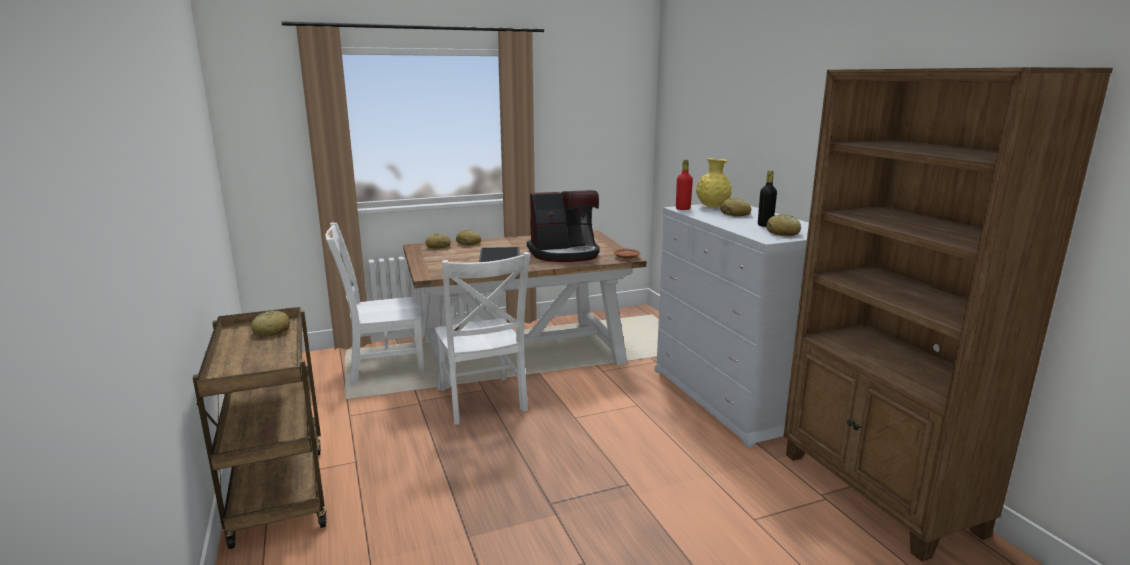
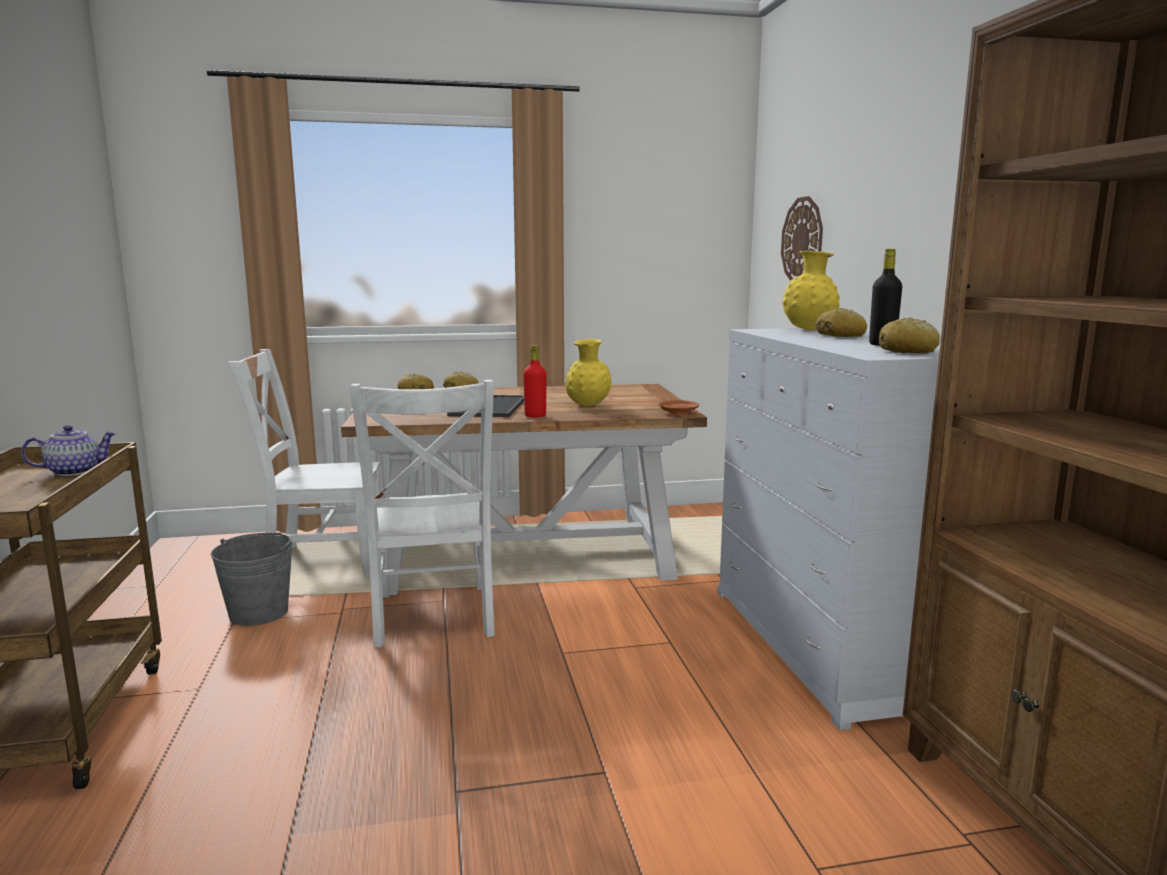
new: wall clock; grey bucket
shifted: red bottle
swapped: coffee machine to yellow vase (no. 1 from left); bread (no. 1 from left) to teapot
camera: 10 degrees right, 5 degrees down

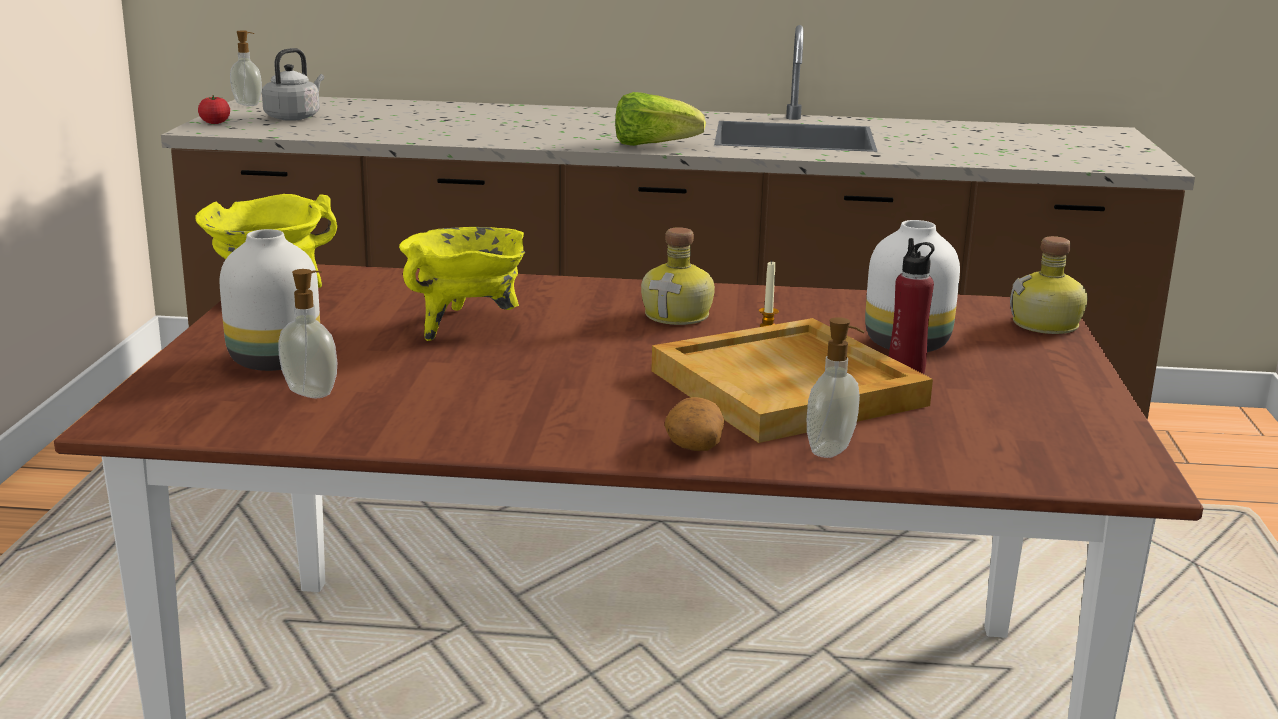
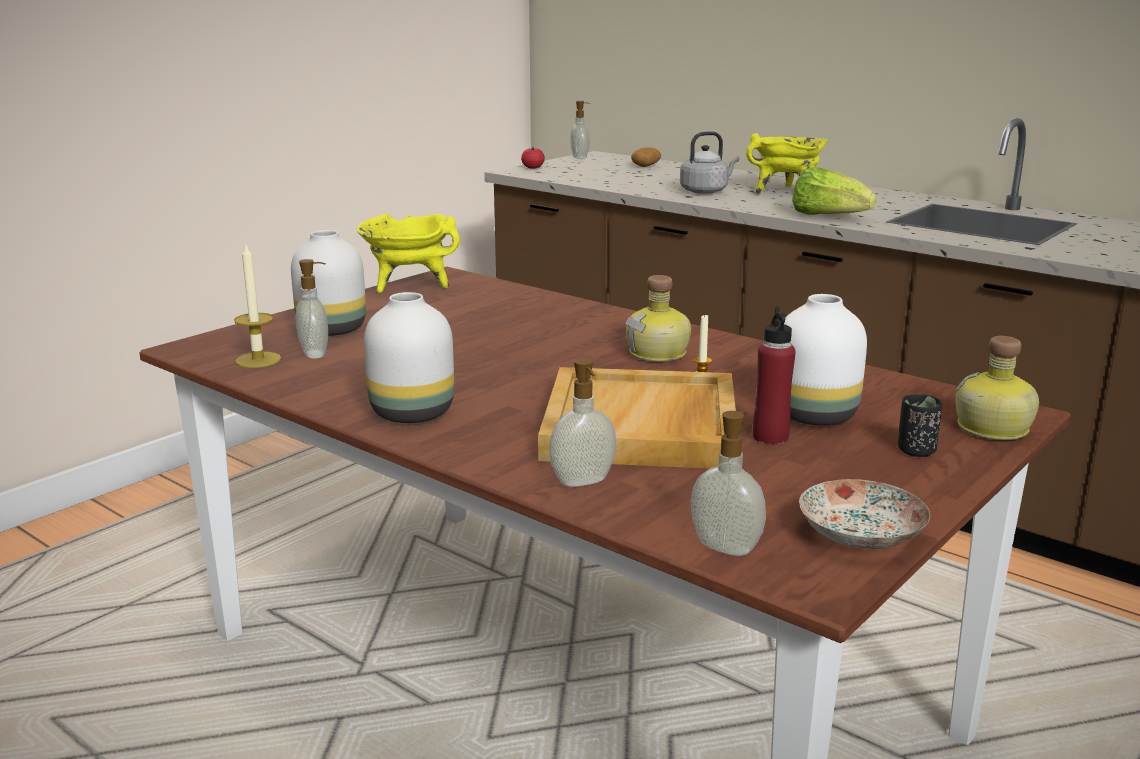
new: candle (no. 1 from left); white vase (no. 2 from left); black cup; soap dispenser (no. 4 from left); plate
shifted: grey kettle; yellow cooking pot (no. 2 from left); potato
camera: 35 degrees right, 0 degrees up

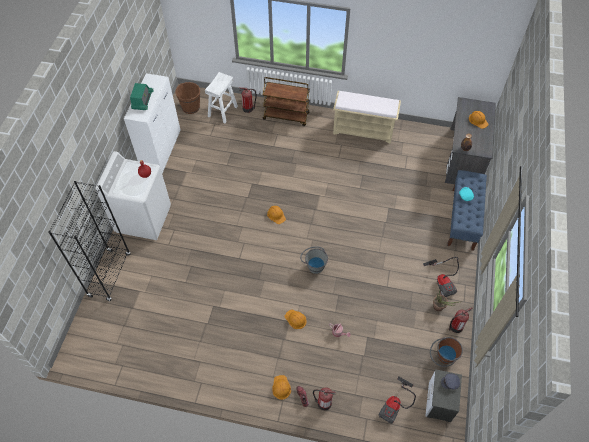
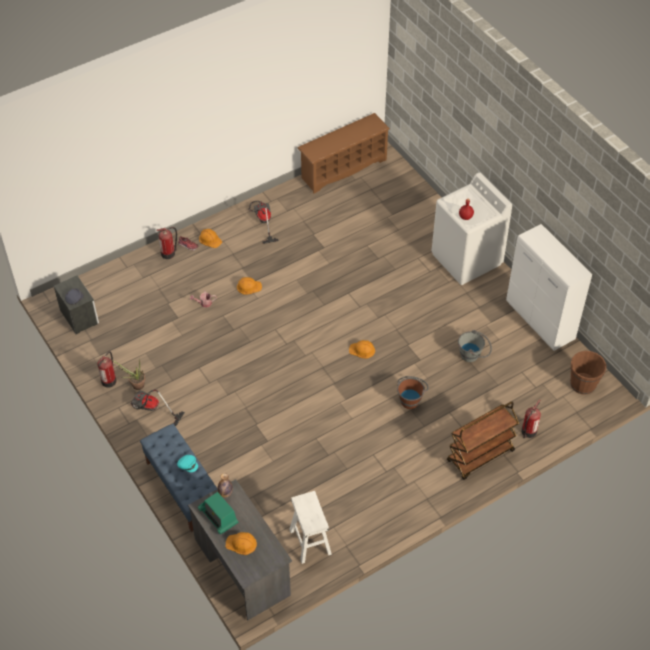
gone: beige bench; black bookcase
new: brown shoe rack
shifted: white stool; radio; grey bucket; brown bucket (no. 2 from left in the first image) to brown bucket (no. 1 from left); vacuum cleaner (no. 1 from left in the first image) to vacuum cleaner (no. 2 from left)
camera: 135 degrees right, 5 degrees down

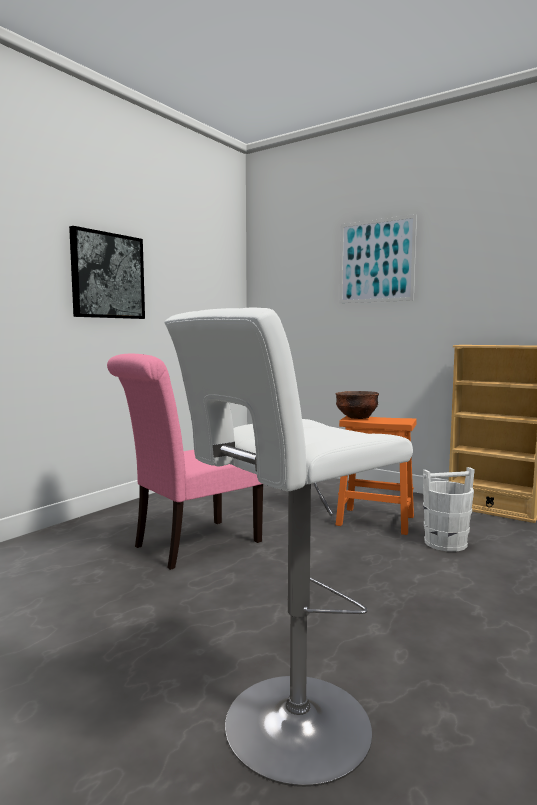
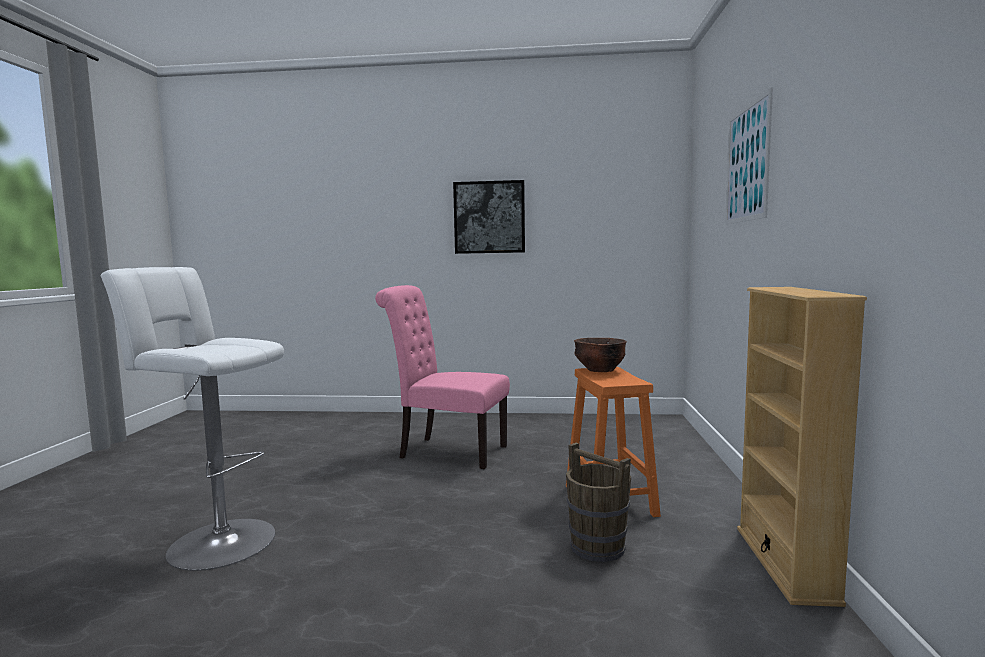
repainted: white bucket to brown bucket
camera: 60 degrees right, 0 degrees up

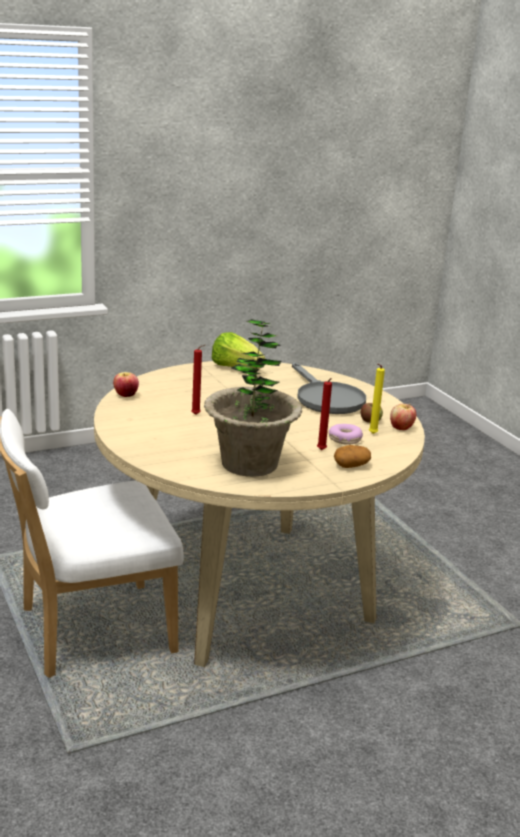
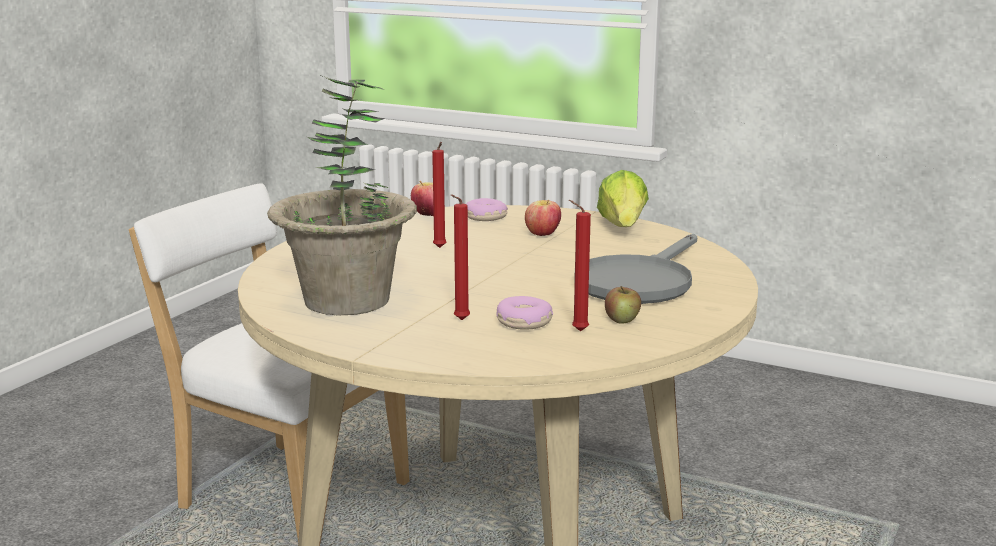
gone: potato
new: donut (no. 1 from left)
shifted: apple (no. 3 from left in the first image) to apple (no. 2 from left)
repainted: yellow candle to red candle (no. 3 from left)
camera: 55 degrees right, 5 degrees down

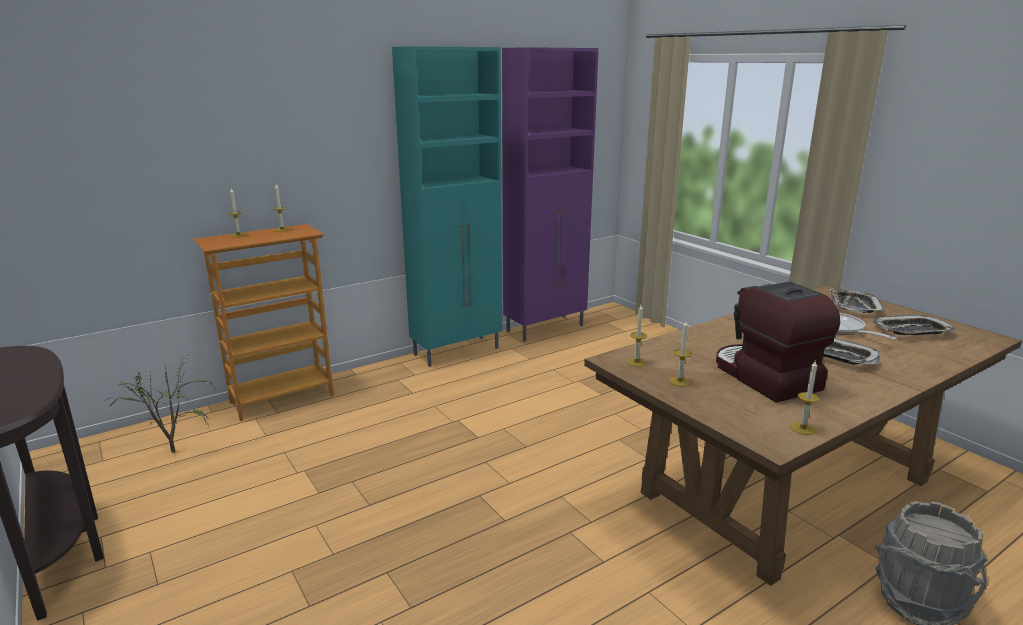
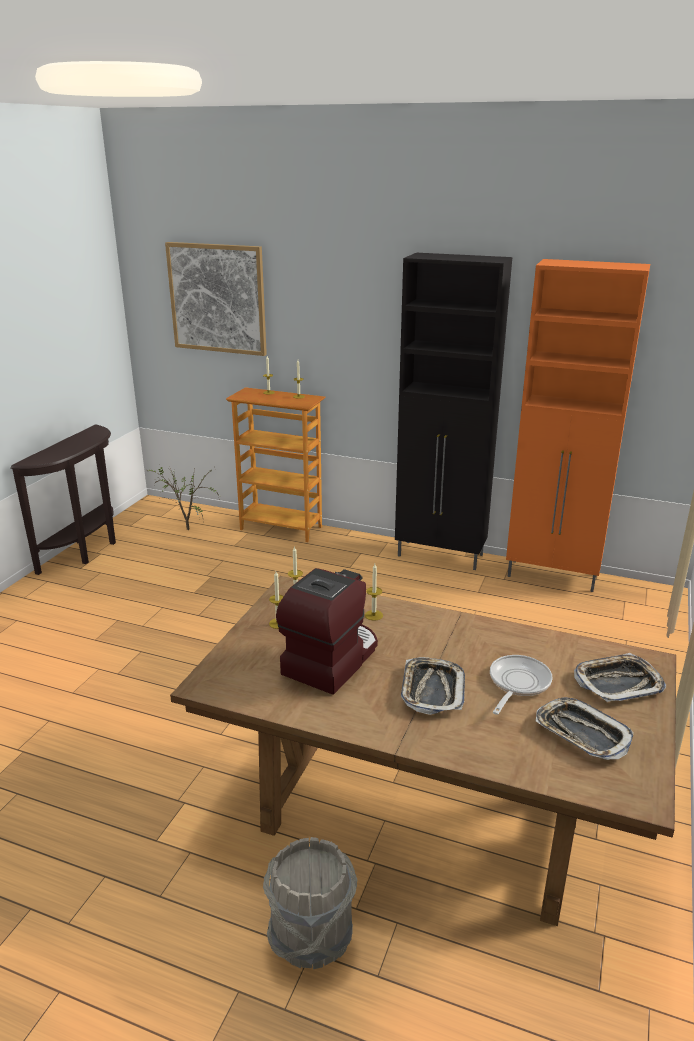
new: picture
shifted: candle (no. 5 from left)
repainted: turquoise cabinet to black cabinet; purple cabinet to orange cabinet
camera: 55 degrees right, 5 degrees up

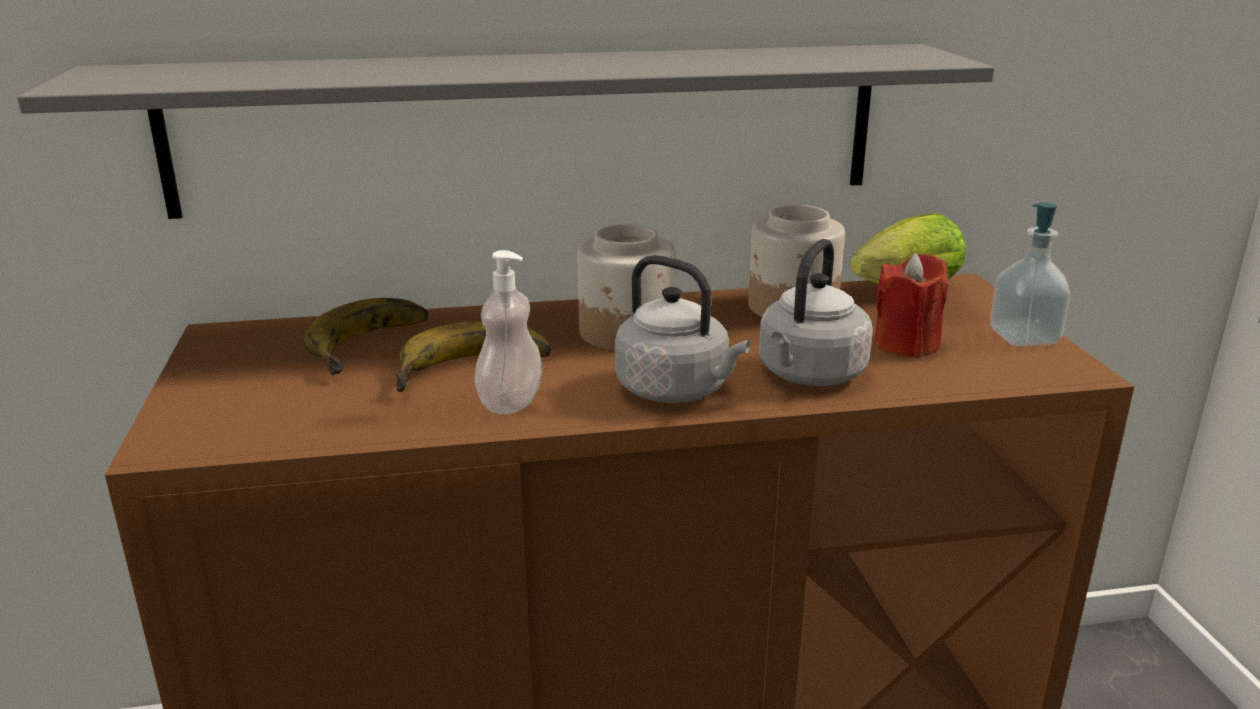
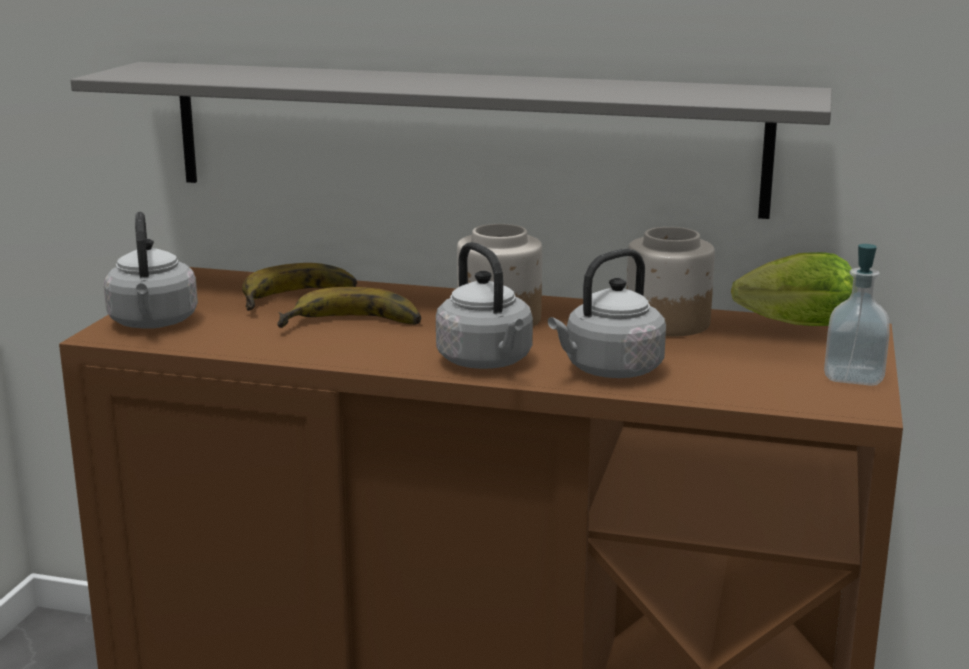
gone: soap dispenser (no. 1 from left); red candle
new: grey kettle (no. 1 from left)
camera: 25 degrees right, 5 degrees down

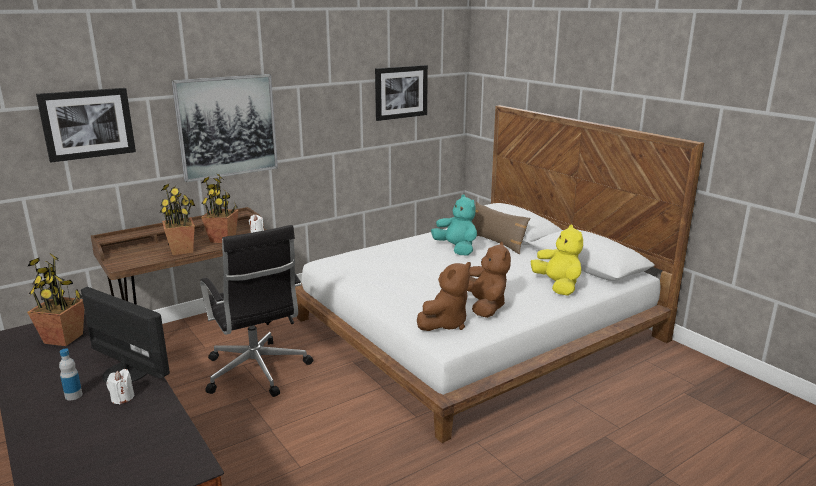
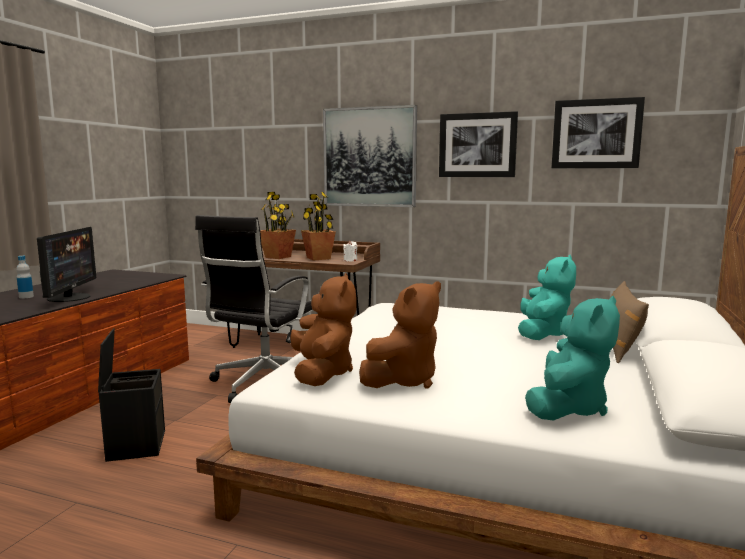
gone: potted plant (no. 1 from left); white candle (no. 1 from left)
new: black storage box
shifted: picture (no. 1 from left in the first image) to picture (no. 2 from left)
repainted: yellow plush toy to turquoise plush toy (no. 2 from left)
rotated: brown plush toy (no. 1 from left) 105 degrees counterclockwise
camera: 55 degrees right, 10 degrees down

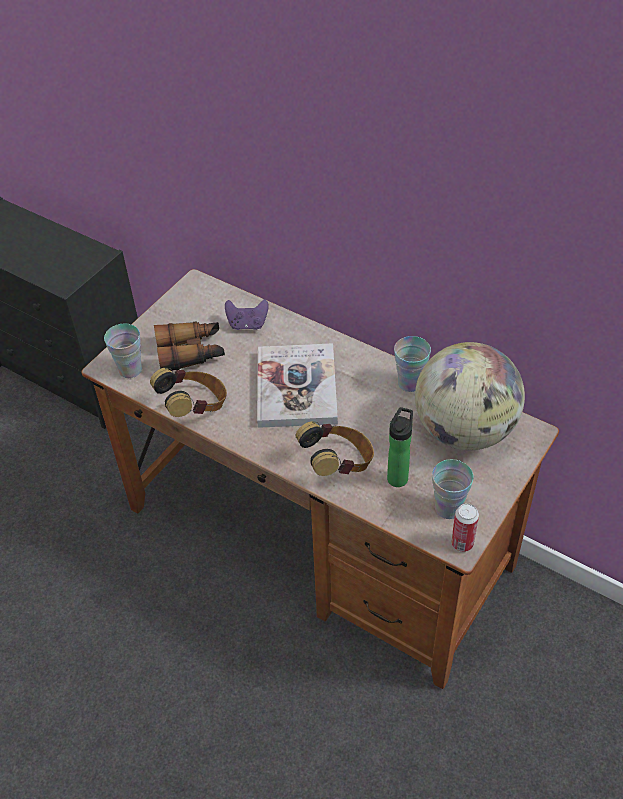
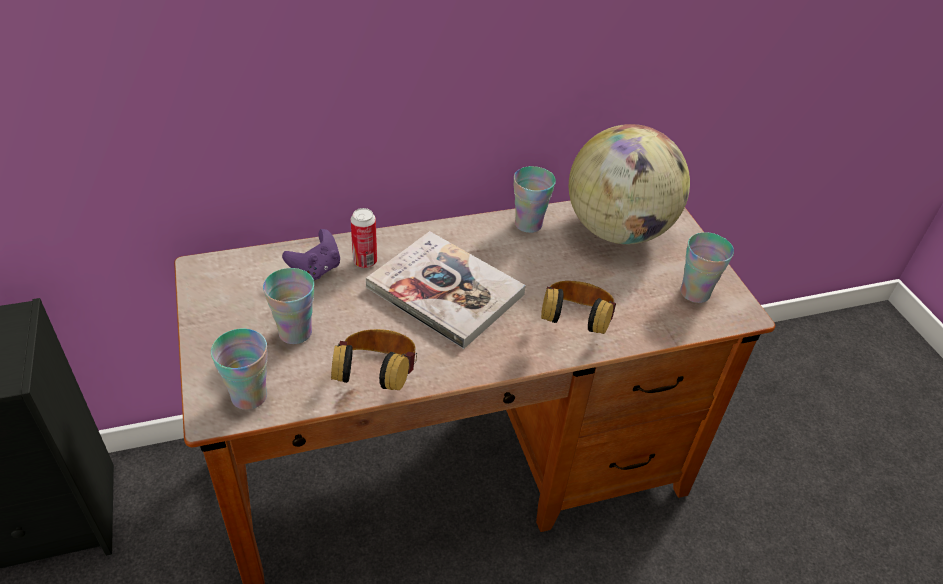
gone: bottle
shifted: can
swapped: binoculars to cup (no. 2 from left)
camera: 55 degrees left, 5 degrees down

